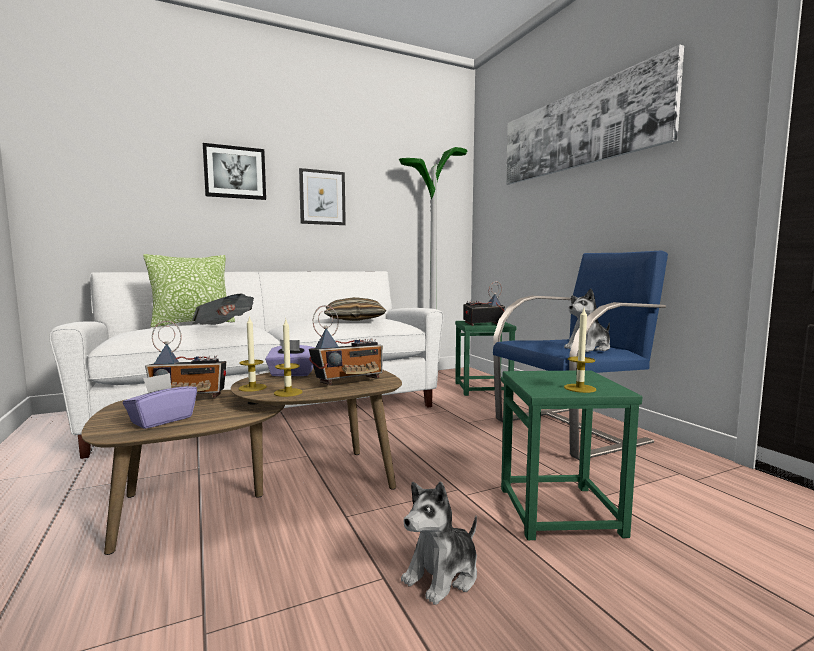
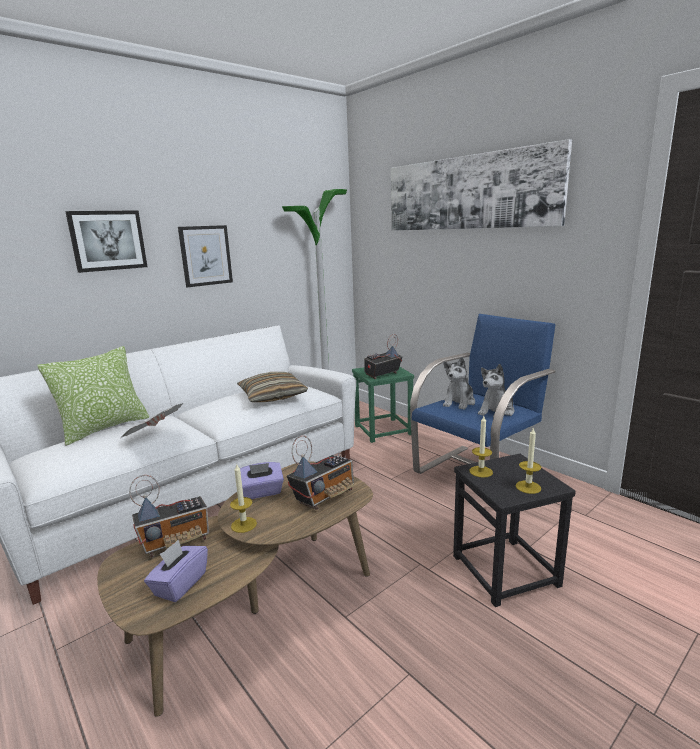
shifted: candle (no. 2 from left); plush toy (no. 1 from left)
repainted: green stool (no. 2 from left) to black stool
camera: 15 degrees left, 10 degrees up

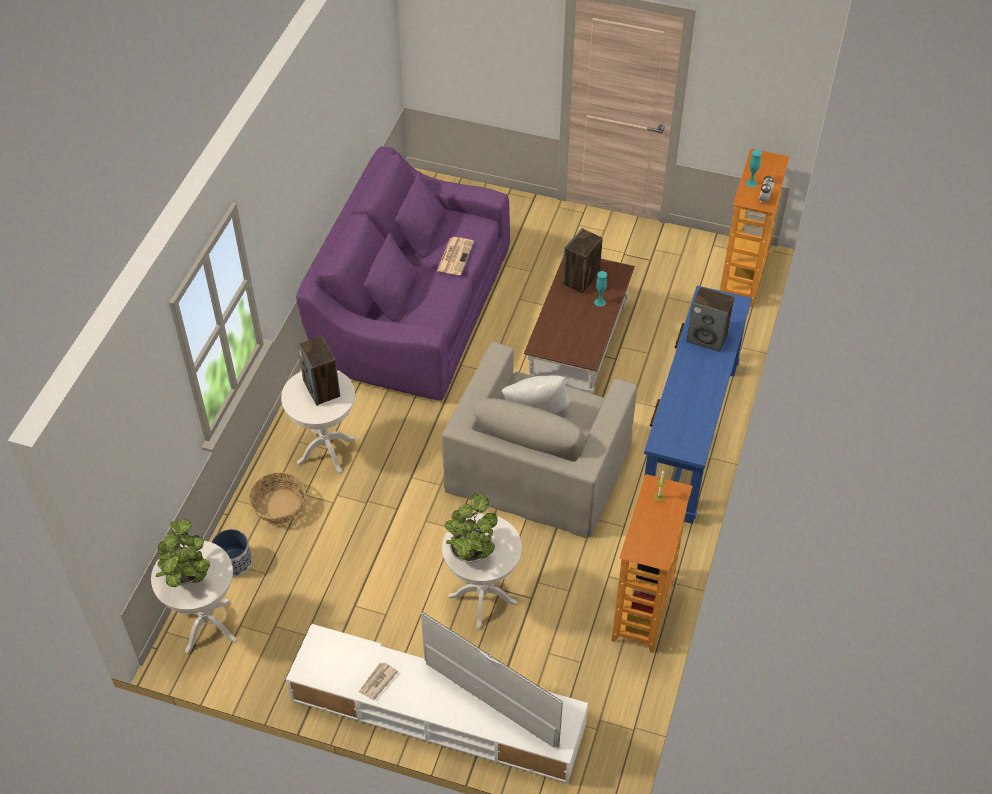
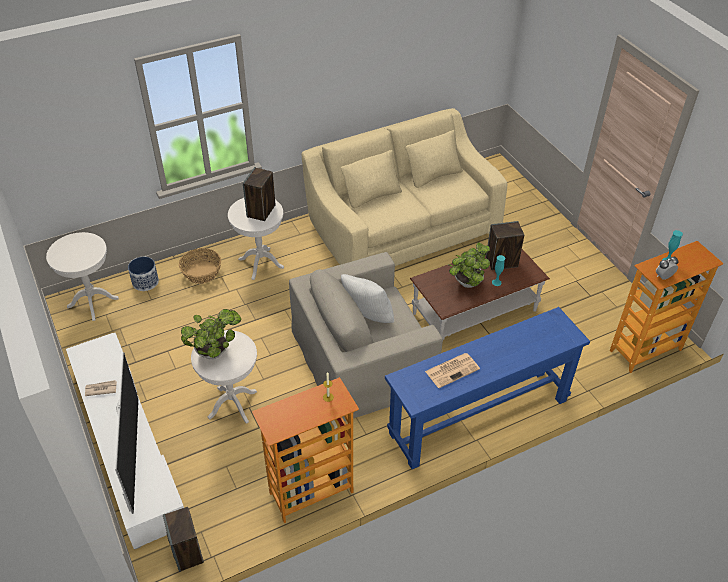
shifted: newspaper (no. 2 from left); speaker (no. 3 from left in the first image) to speaker (no. 1 from left); potted plant (no. 1 from left in the first image) to potted plant (no. 2 from left)
repainted: purple sofa to beige sofa
camera: 45 degrees right, 5 degrees down

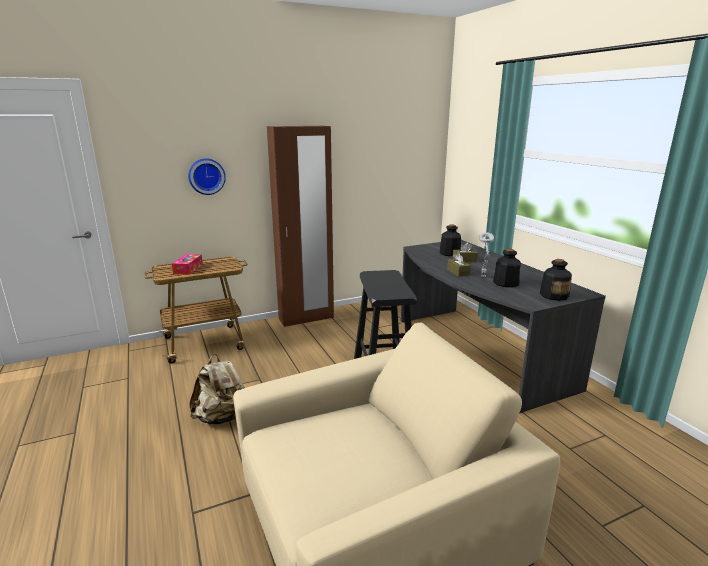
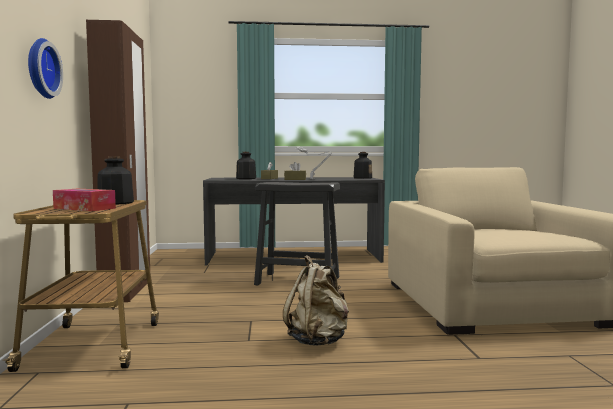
shifted: bottle (no. 2 from left in the first image) to bottle (no. 1 from left)
camera: 70 degrees left, 15 degrees down

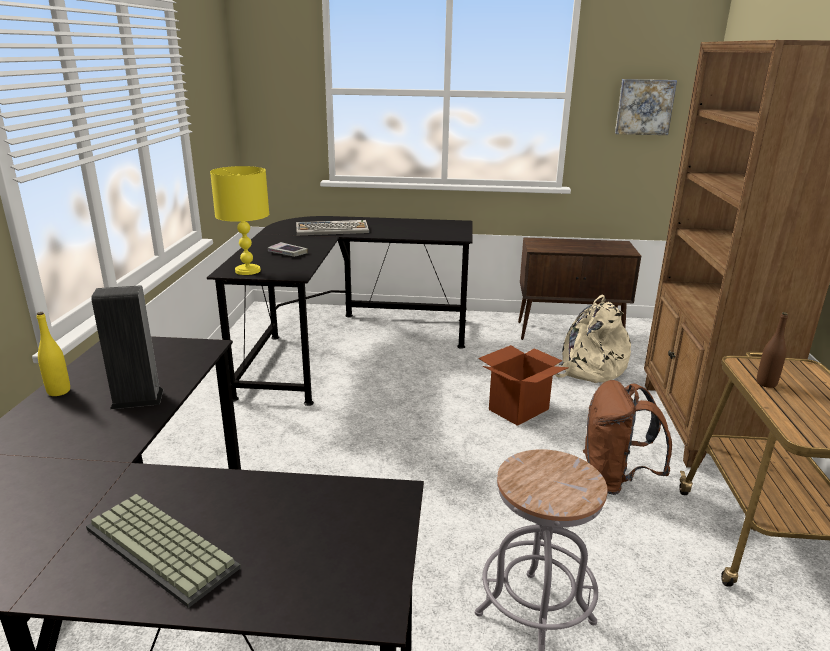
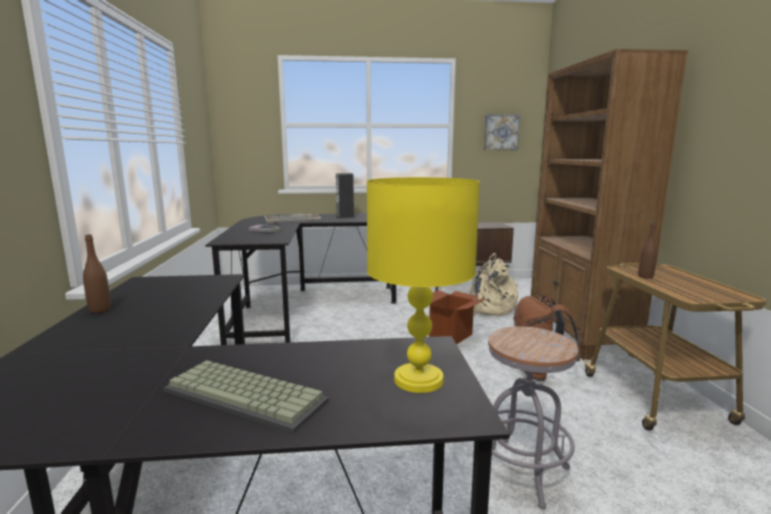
shifted: yellow table lamp; speaker
repainted: yellow bottle to brown bottle (no. 1 from left)
camera: 10 degrees left, 10 degrees down

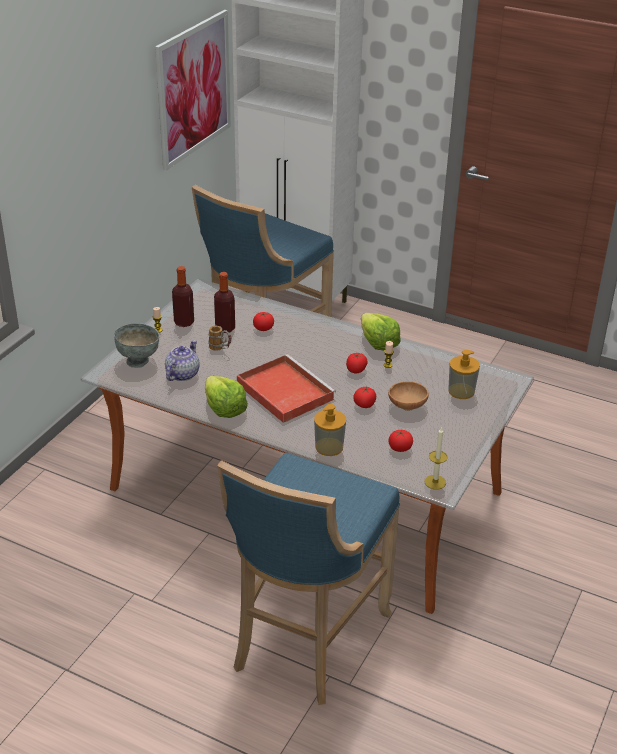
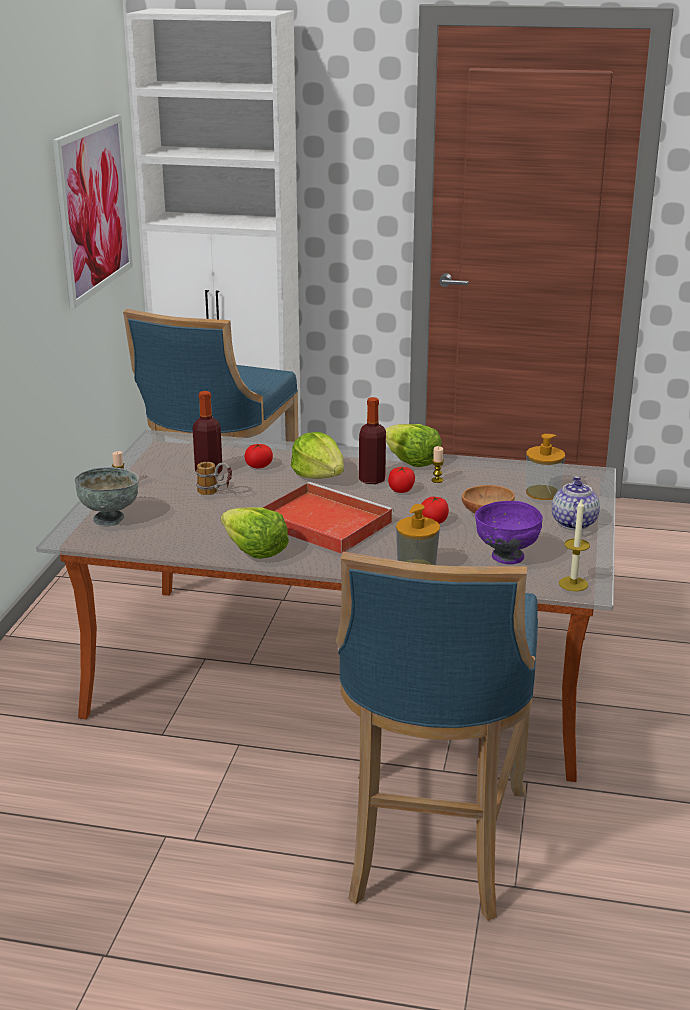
new: lettuce (no. 2 from left)
shifted: bottle (no. 1 from left in the first image) to bottle (no. 2 from left); teapot
swapped: tomato (no. 4 from left) to purple bowl
camera: 15 degrees left, 10 degrees down

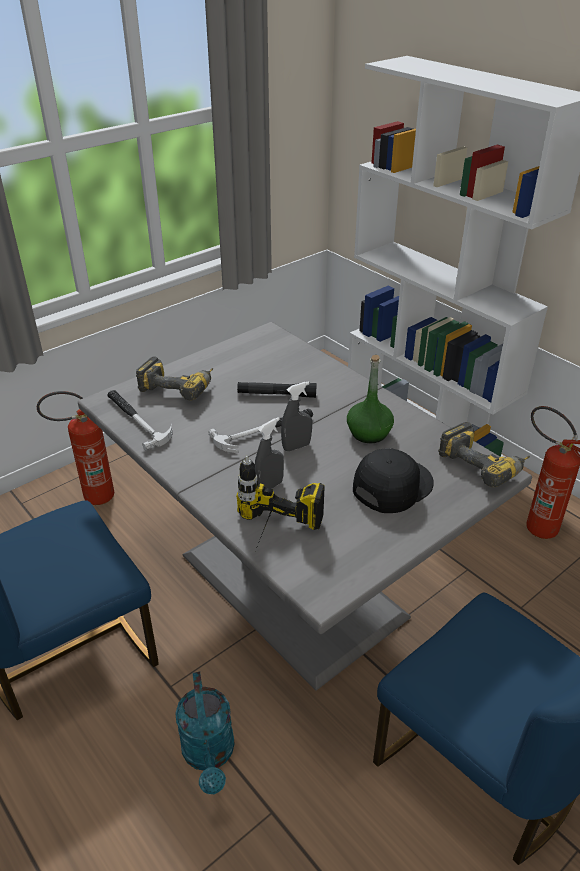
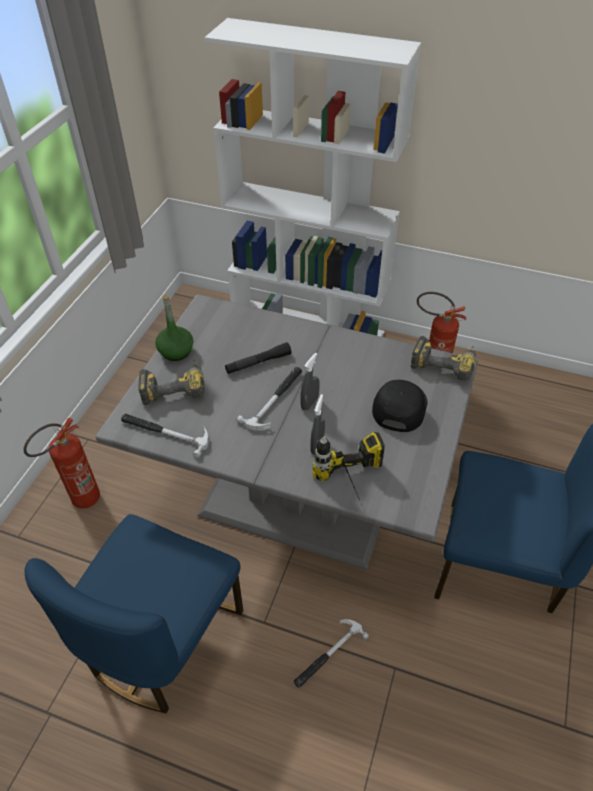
shifted: green bottle
swapped: turquoise watering can to hammer (no. 3 from left)
camera: 30 degrees left, 10 degrees up

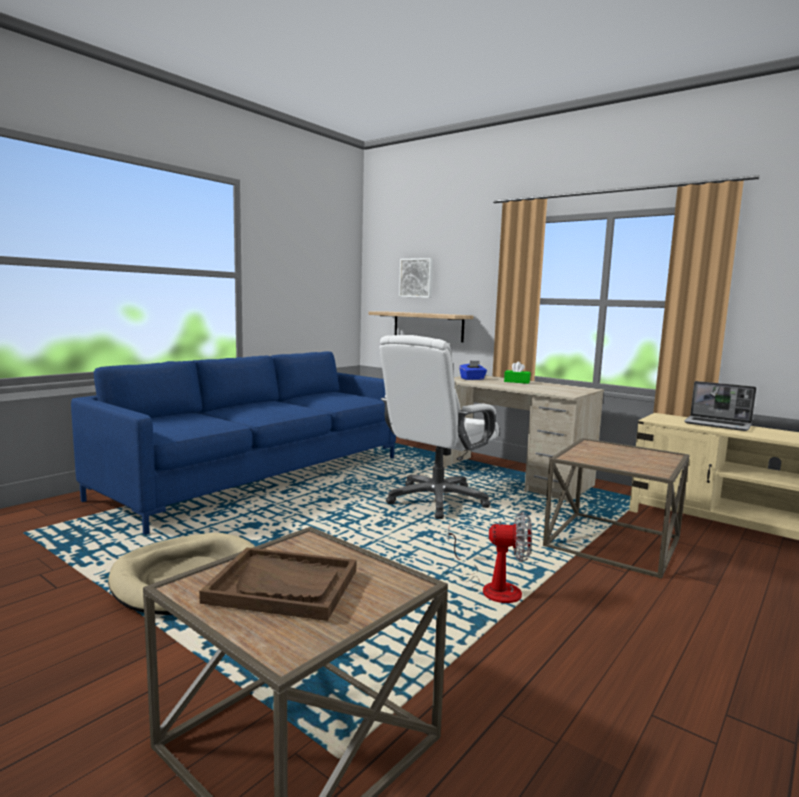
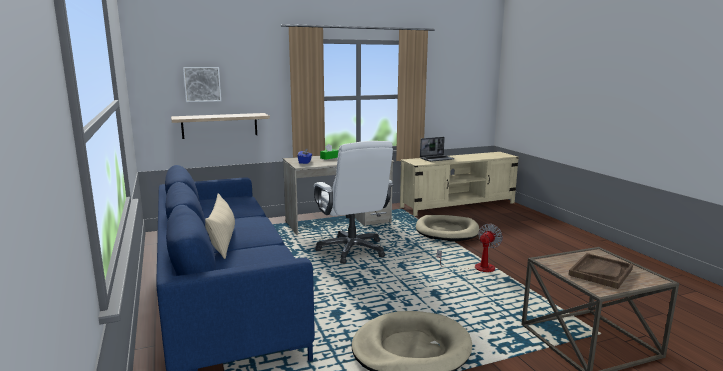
new: beige pillow
swapped: brown side table (no. 2 from left) to beige dog bed (no. 2 from left)
camera: 60 degrees left, 5 degrees up

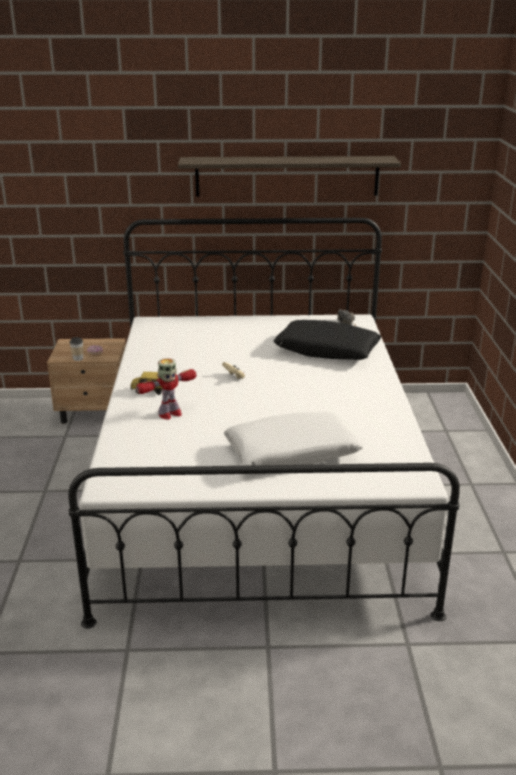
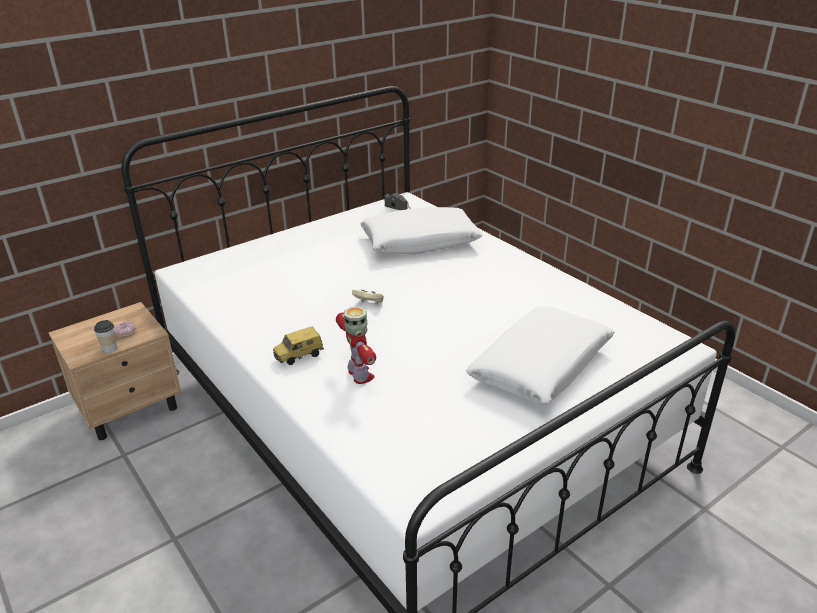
gone: shelf
repainted: black pillow to white pillow (no. 1 from left)
rotated: toy robot 45 degrees counterclockwise
camera: 35 degrees left, 5 degrees up

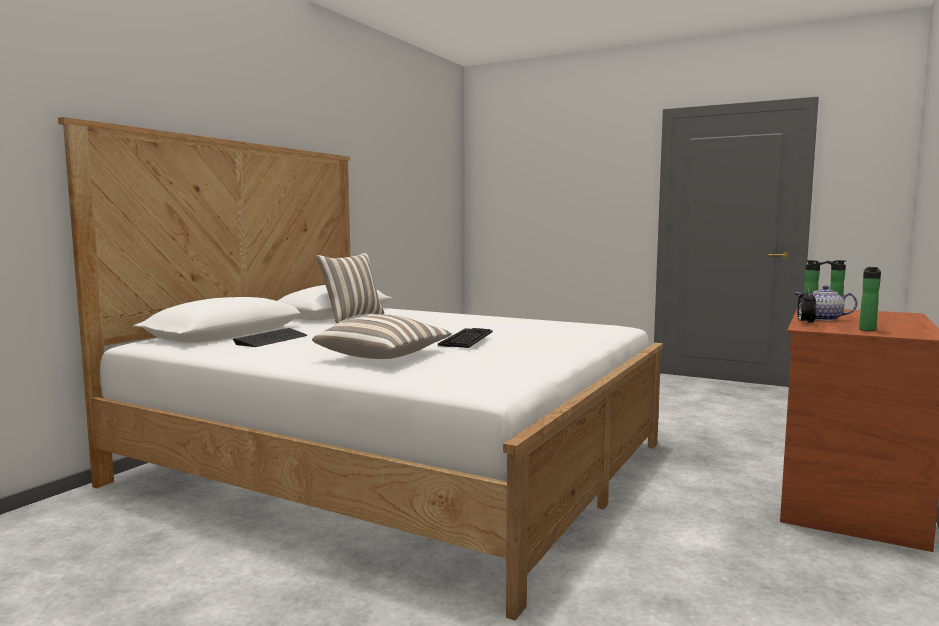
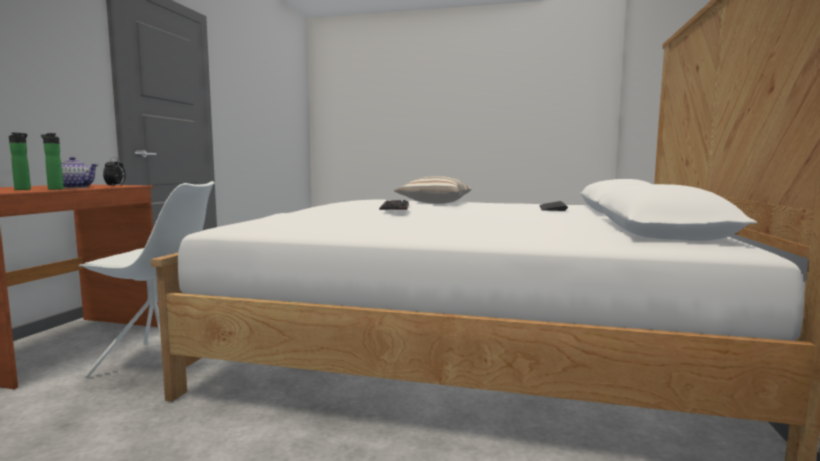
gone: pillow (no. 1 from left); bottle (no. 3 from left)
new: white chair
camera: 165 degrees right, 0 degrees up

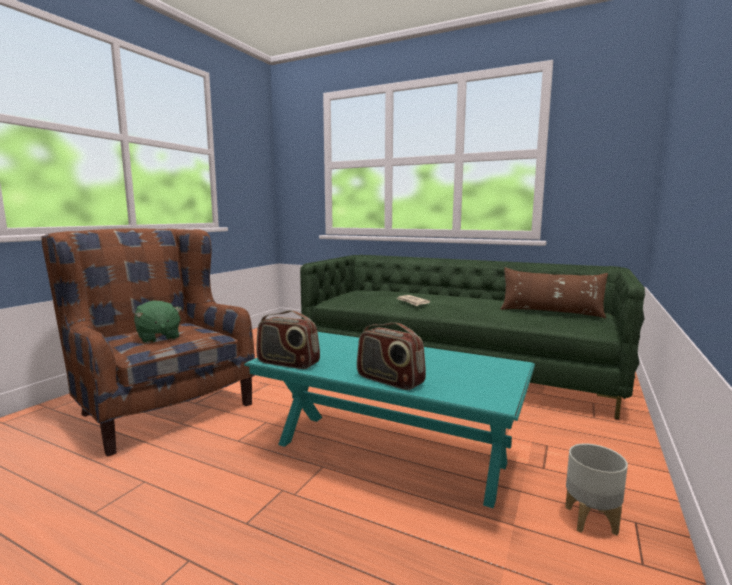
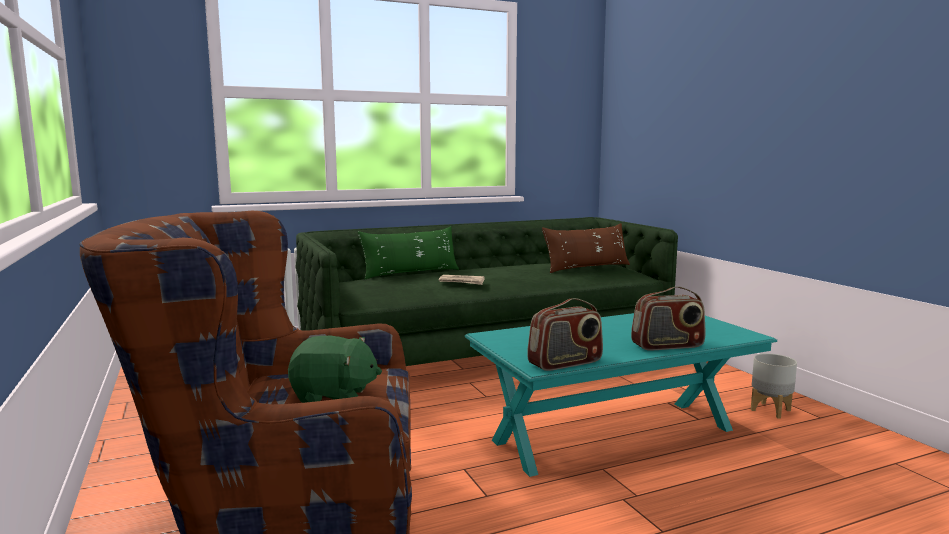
new: green pillow
camera: 50 degrees left, 0 degrees up

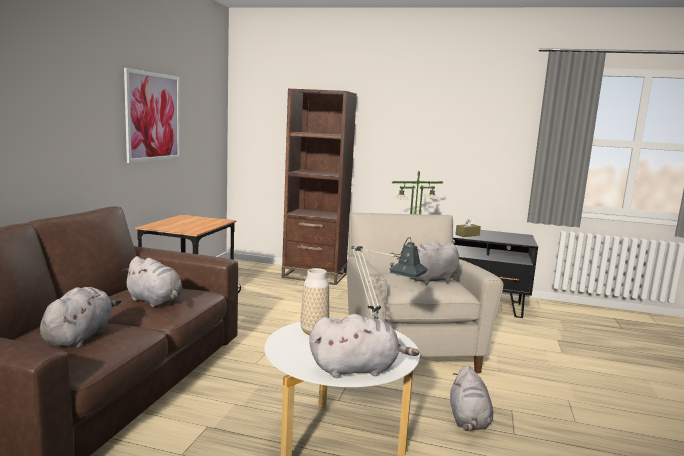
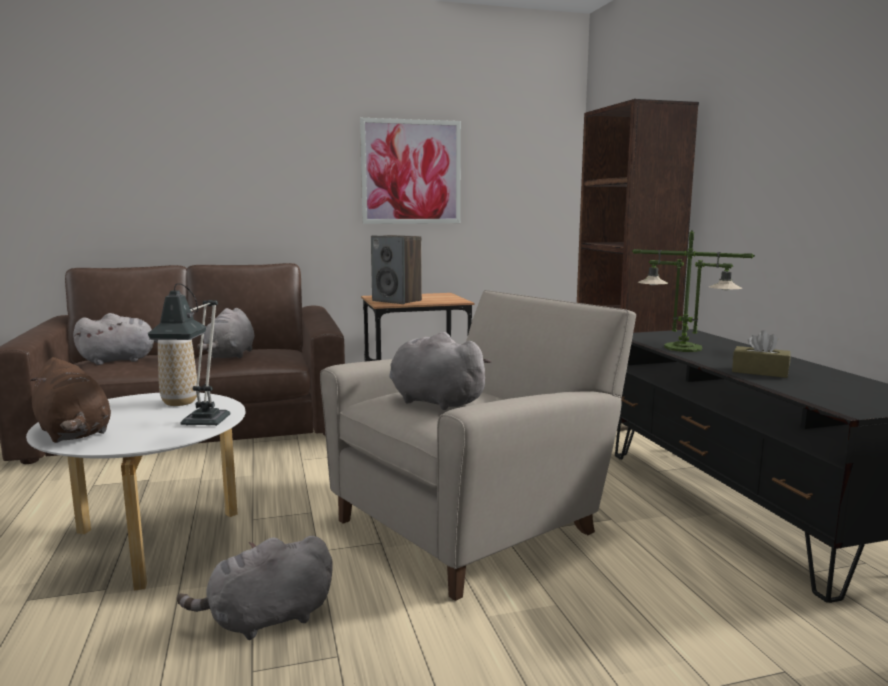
new: speaker
repainted: grey plush toy (no. 3 from left) to brown plush toy
camera: 60 degrees right, 0 degrees up

